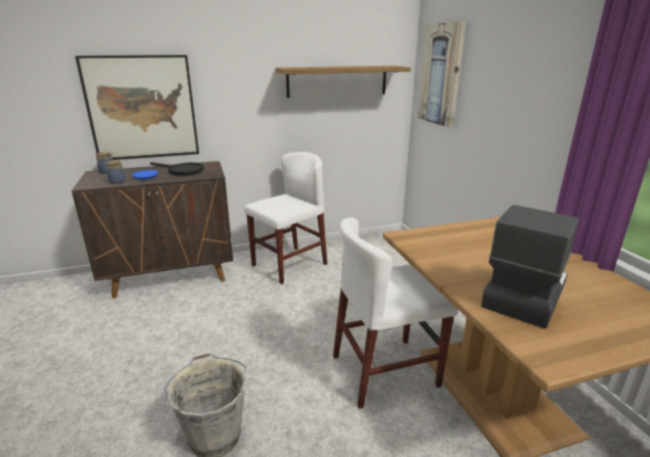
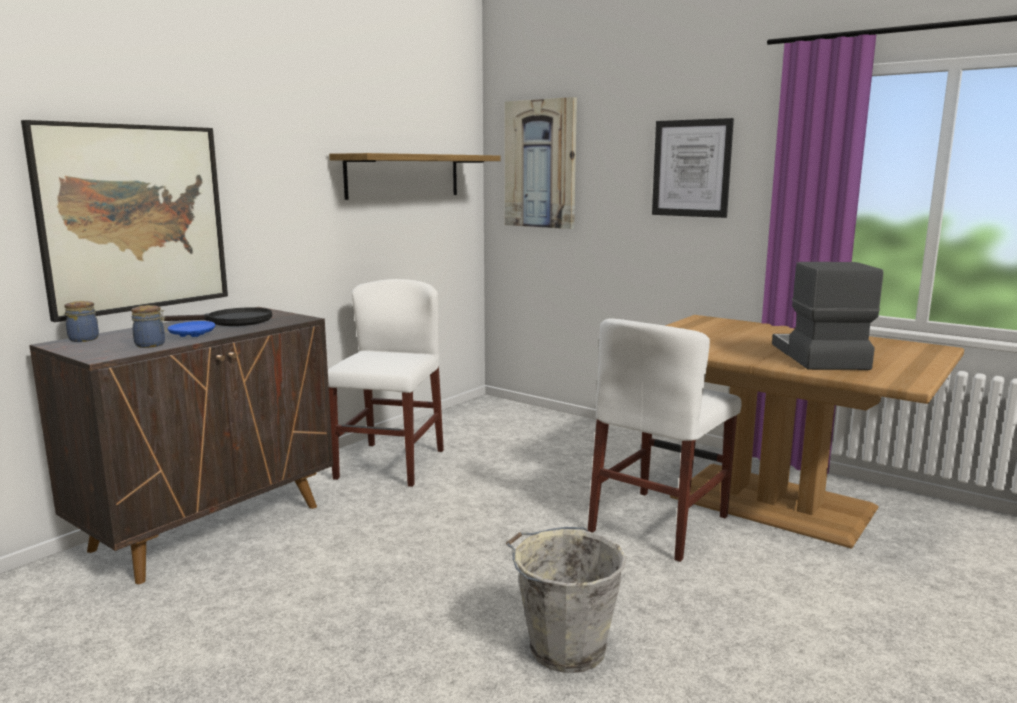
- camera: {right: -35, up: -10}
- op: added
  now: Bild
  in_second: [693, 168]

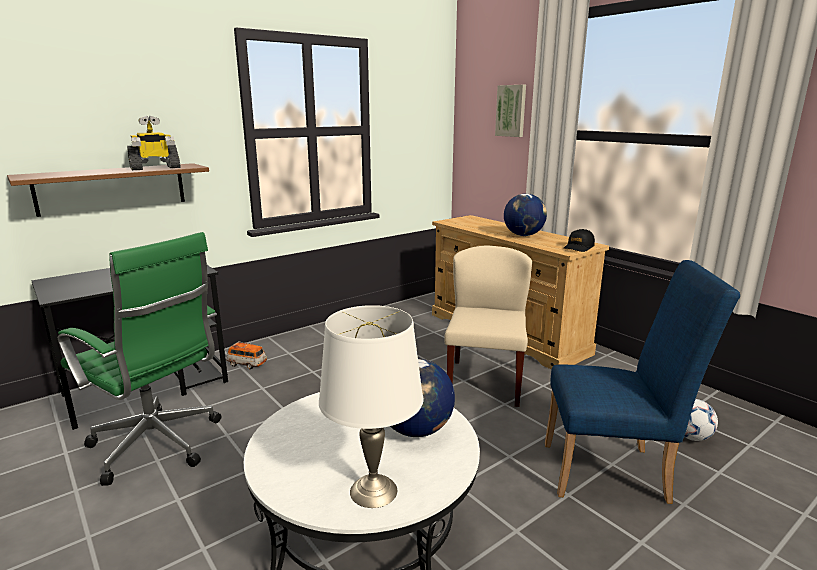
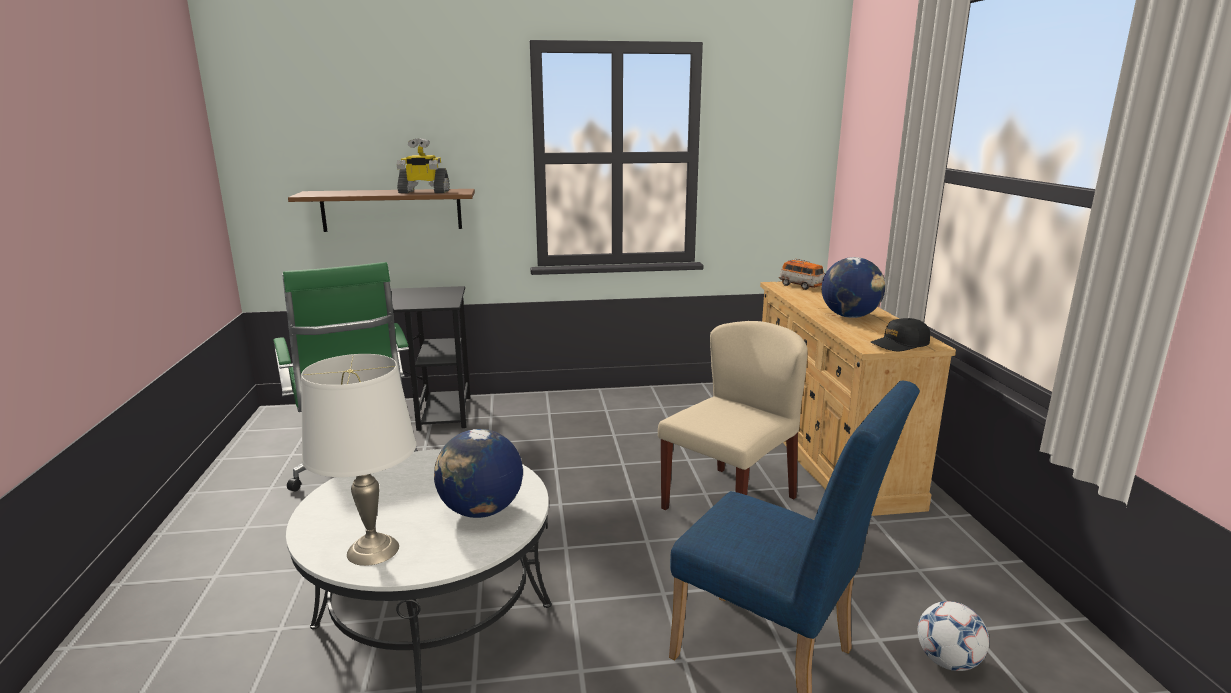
- camera: {right: 30, up: 0}
- op: removed
  was: Bild
  in_first: [510, 111]
- op: moved
  was: Spielzeugauto
  in_first: [247, 355]
  in_second: [802, 274]

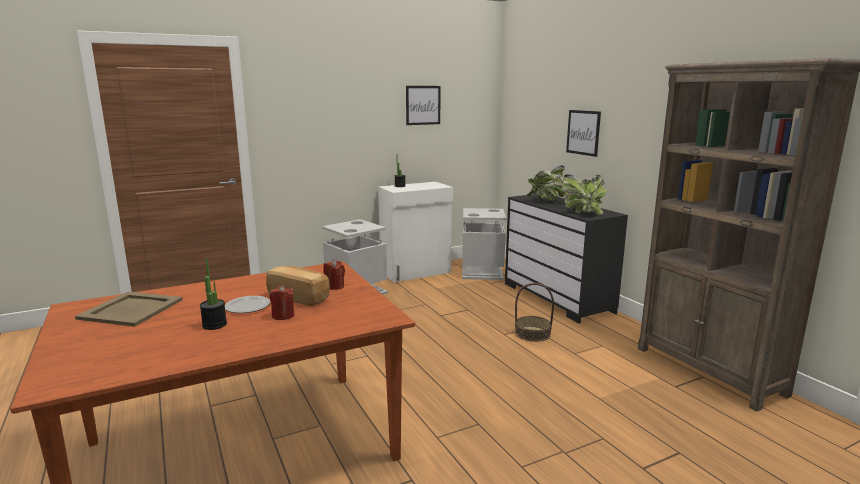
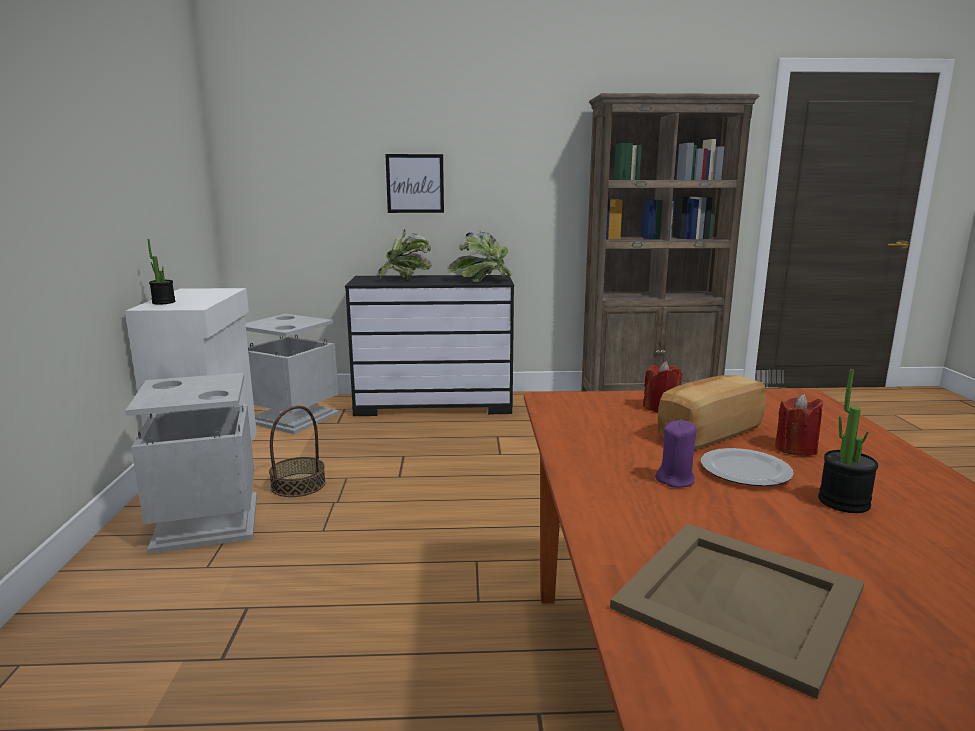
- camera: {right: -65, up: 0}
- op: removed
  was: Bild
  in_first: [423, 105]
- op: added
  now: Kerze/lila
  in_second: [676, 454]
- op: moved
  was: Korb
  in_first: [534, 312]
  in_second: [297, 451]

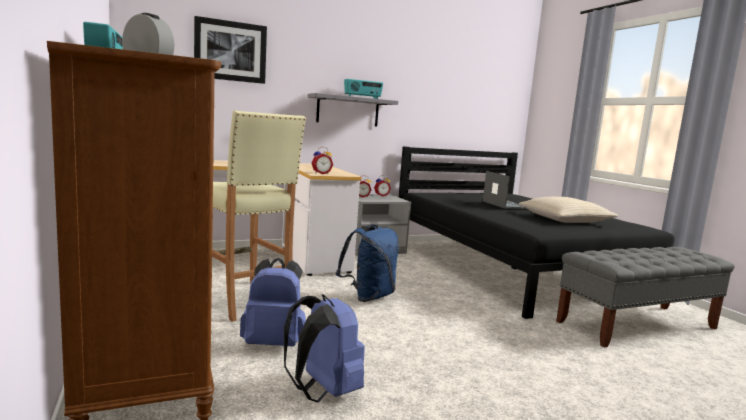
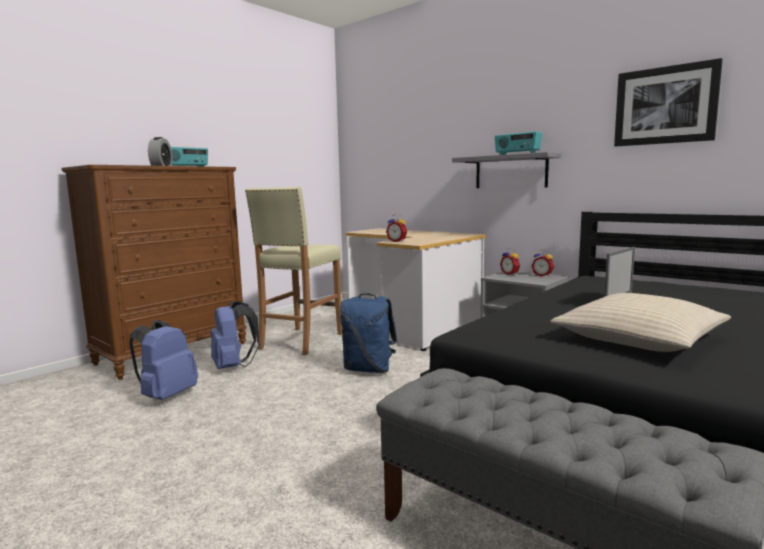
- camera: {right: 65, up: 0}
- op: moved
  was: Bild
  in_first: [230, 50]
  in_second: [668, 102]

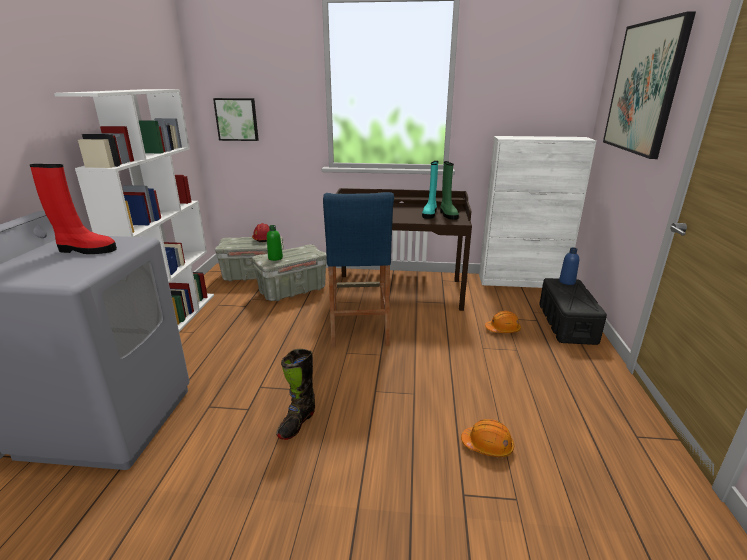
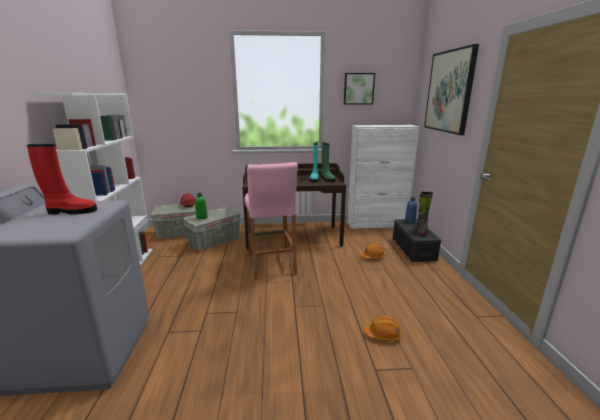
- camera: {right: -10, up: -5}
- op: moved
  was: Bild
  in_first: [236, 119]
  in_second: [359, 89]
- op: moved
  was: Stiefel/schwarz
  in_first: [295, 394]
  in_second: [425, 213]
- op: recoloured
  was: Hocker/blau
  now: Hocker/rosa
  in_first: [358, 269]
  in_second: [271, 220]

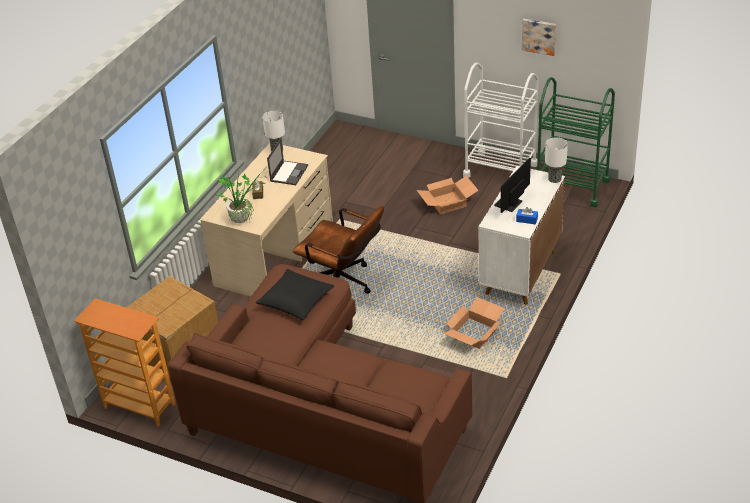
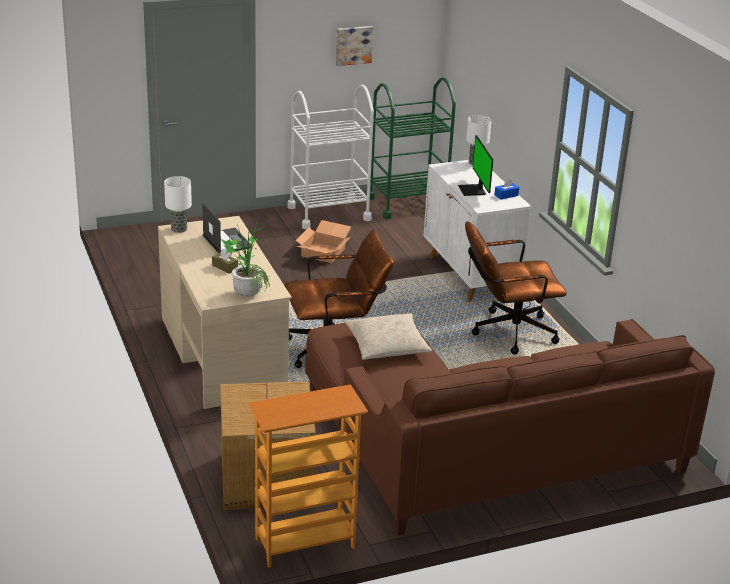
- camera: {right: -50, up: -10}
- op: replaced
  was: Karton
  now: Bürostuhl/braun
  in_first: [473, 323]
  in_second: [516, 288]
- op: recoloured
  was: Kissen/schwarz
  now: Kissen/beige
  in_first: [295, 295]
  in_second: [388, 337]

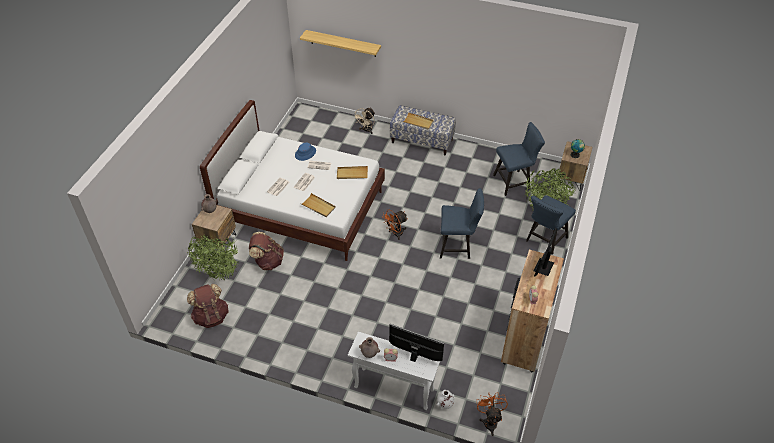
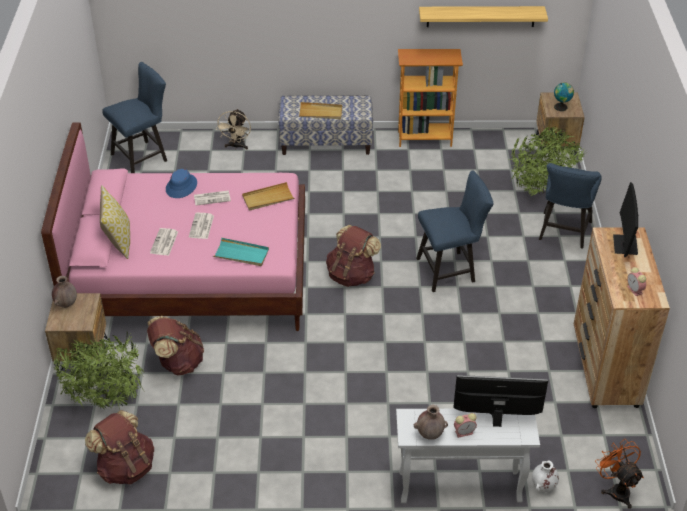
- camera: {right: -20, up: -5}
- op: added
  now: Kissen
  in_second: [115, 222]
- op: added
  now: Bücherregal
  in_second: [430, 98]
- op: moved
  was: Wandregal
  in_first: [340, 43]
  in_second: [483, 16]
- op: moved
  was: Stuhl/blau
  in_first: [519, 159]
  in_second: [134, 117]
- op: replaced
  was: Ventilator/orange
  now: Rucksack/braun
  in_first: [395, 224]
  in_second: [353, 256]
- op: recoloured
  was: Bett/weiß
  now: Bett/rosa
  in_first: [292, 180]
  in_second: [173, 226]
- op: recoloured
  was: Tablett/beige
  now: Tablett/türkis
  in_first: [318, 205]
  in_second: [241, 252]

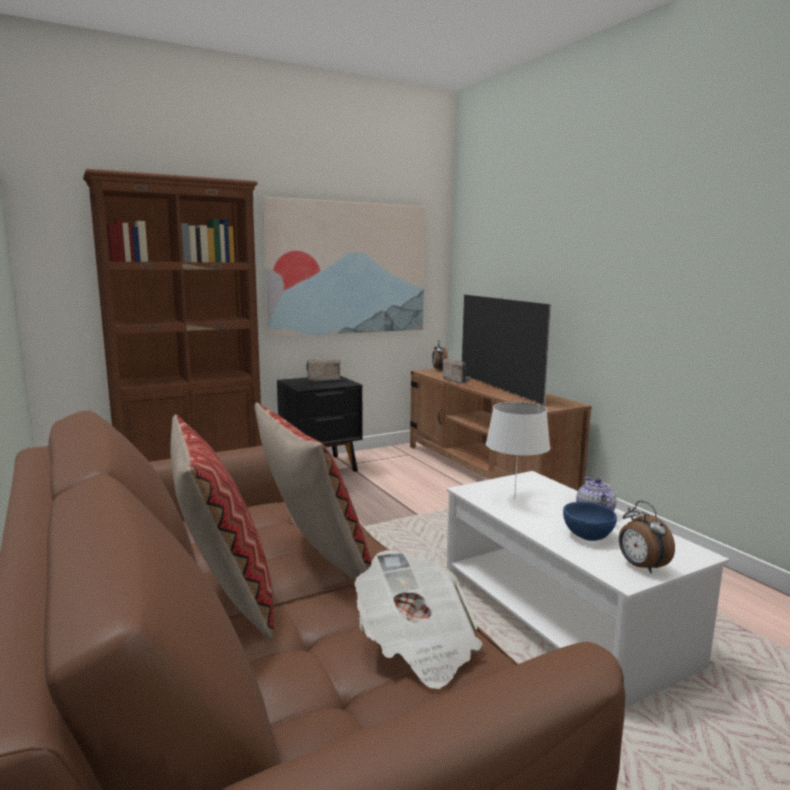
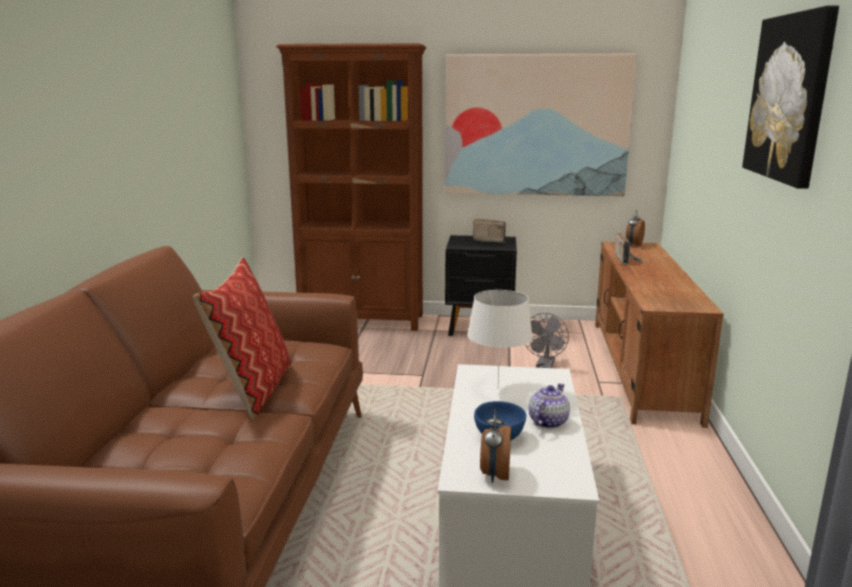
- camera: {right: 35, up: 5}
- op: removed
  was: Kissen
  in_first: [222, 527]
- op: removed
  was: Zeitung
  in_first: [419, 619]
- op: removed
  was: Fernseher
  in_first: [507, 349]
- op: added
  now: Ventilator/grau
  in_second: [547, 340]
- op: added
  now: Bild
  in_second: [790, 97]

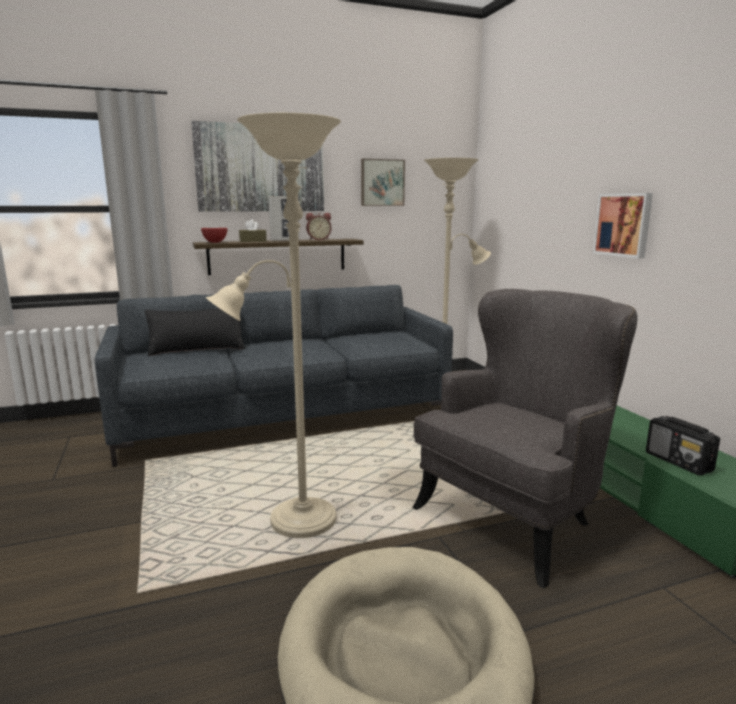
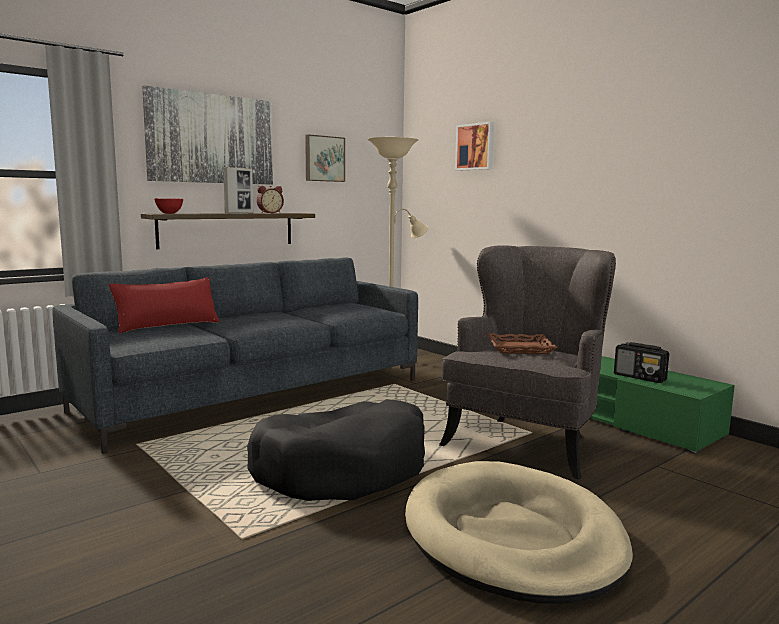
- camera: {right: -20, up: -5}
- op: removed
  was: Taschentuchbox/braun
  in_first: [253, 230]
- op: added
  now: Tablett/braun
  in_second: [522, 343]
- op: moved
  was: Bild
  in_first: [623, 225]
  in_second: [474, 146]
- op: replaced
  was: Stehlampe/beige
  now: Hundebett/schwarz
  in_first: [273, 325]
  in_second: [336, 450]
- op: recoloured
  was: Kissen/schwarz
  now: Kissen/rot
  in_first: [195, 332]
  in_second: [164, 305]

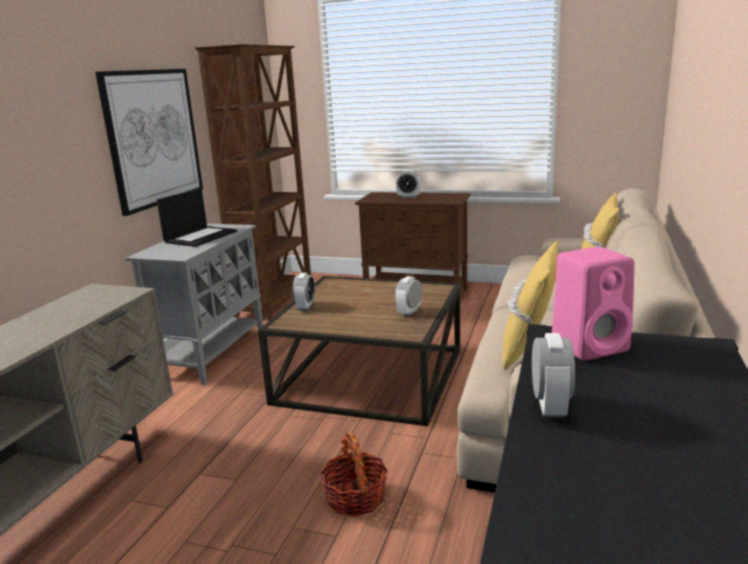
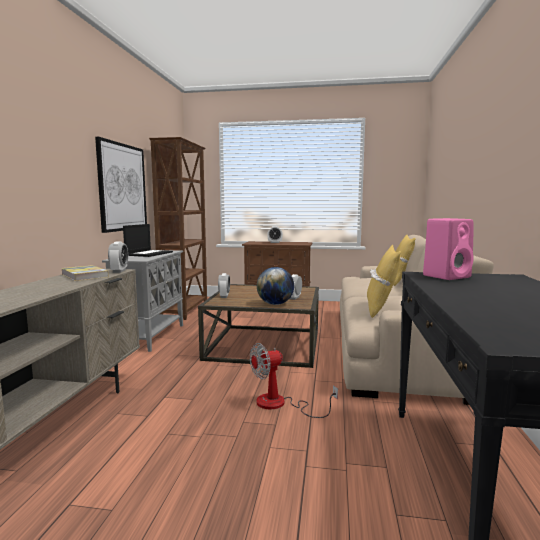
- camera: {right: -10, up: -10}
- op: added
  now: Buch
  in_second: [85, 273]
- op: added
  now: Globus
  in_second: [275, 286]
- op: moved
  was: Wecker
  in_first: [553, 375]
  in_second: [118, 257]
- op: replaced
  was: Korb
  now: Ventilator
  in_first: [354, 475]
  in_second: [294, 380]

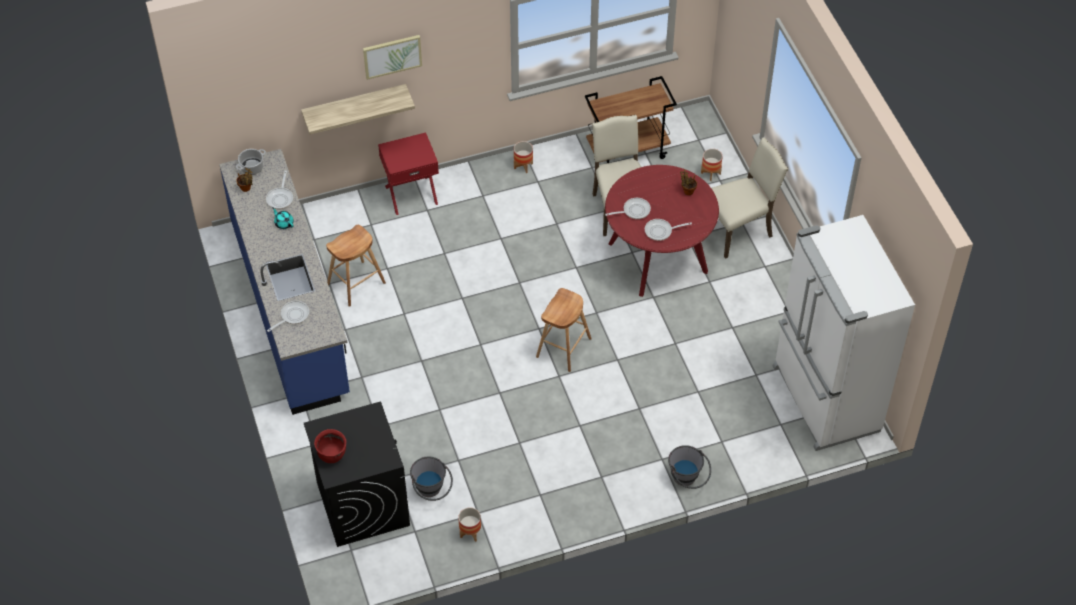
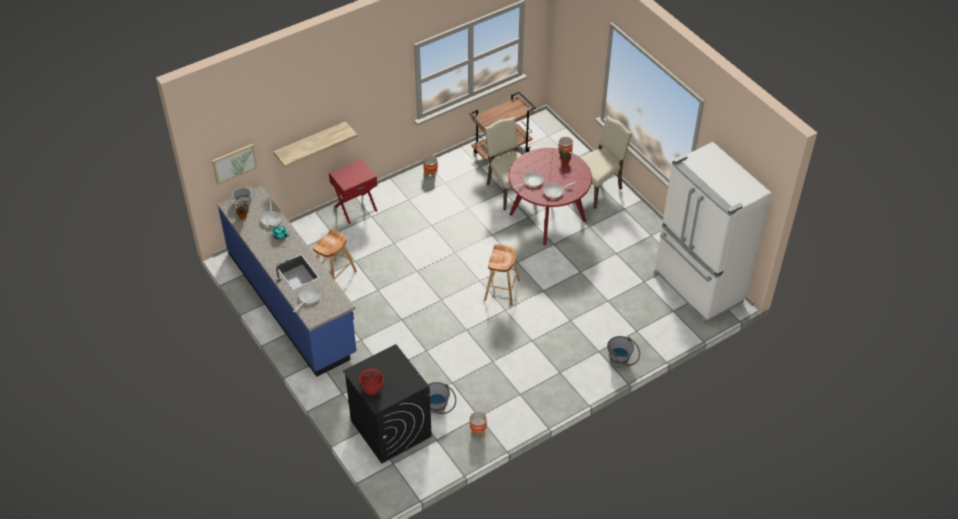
- camera: {right: -15, up: -5}
- op: moved
  was: Bild
  in_first: [392, 57]
  in_second: [234, 164]

